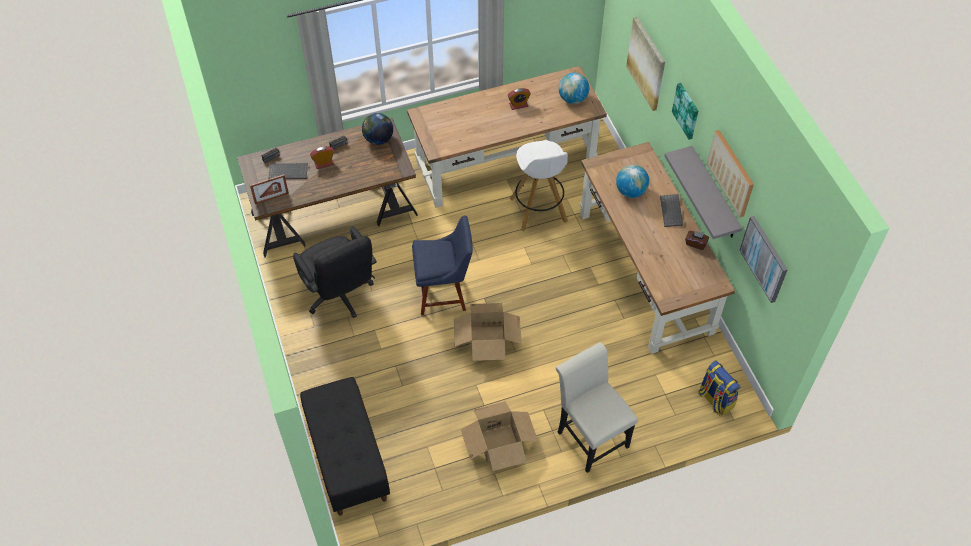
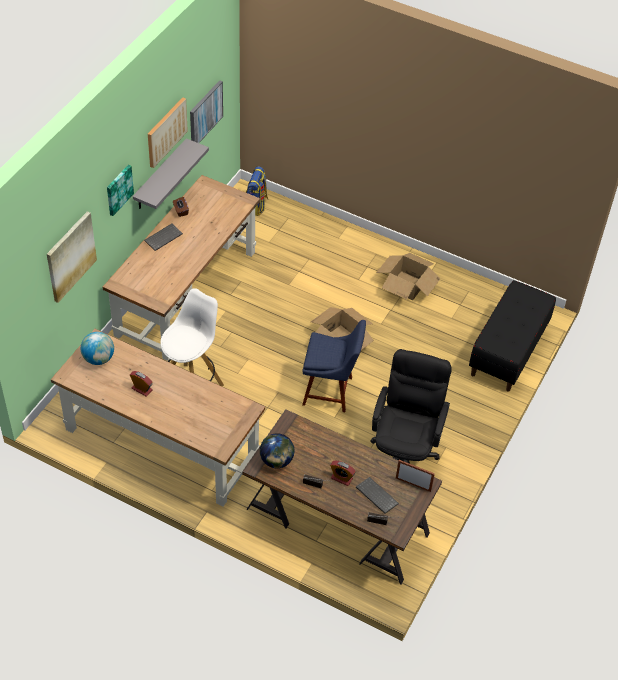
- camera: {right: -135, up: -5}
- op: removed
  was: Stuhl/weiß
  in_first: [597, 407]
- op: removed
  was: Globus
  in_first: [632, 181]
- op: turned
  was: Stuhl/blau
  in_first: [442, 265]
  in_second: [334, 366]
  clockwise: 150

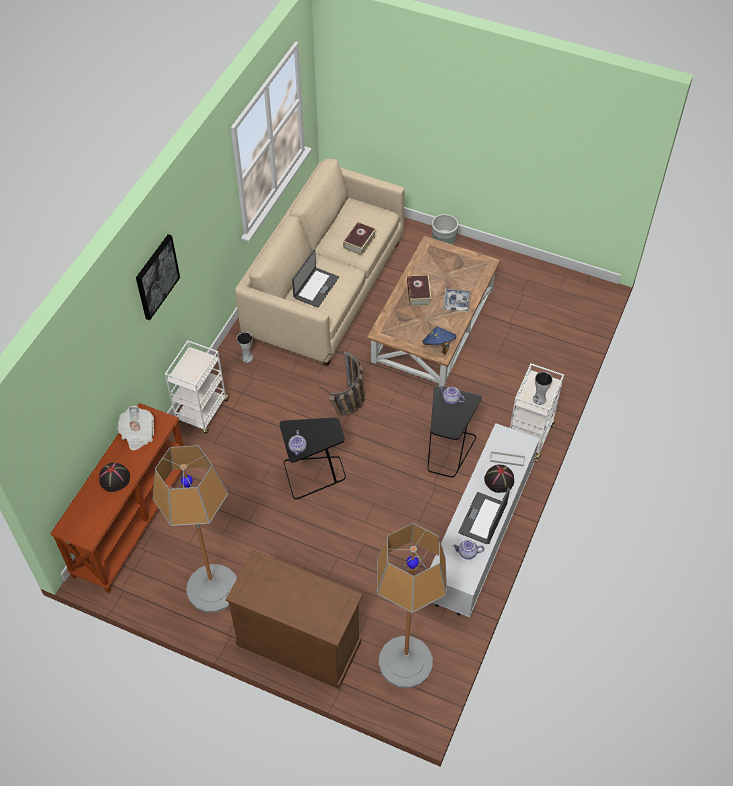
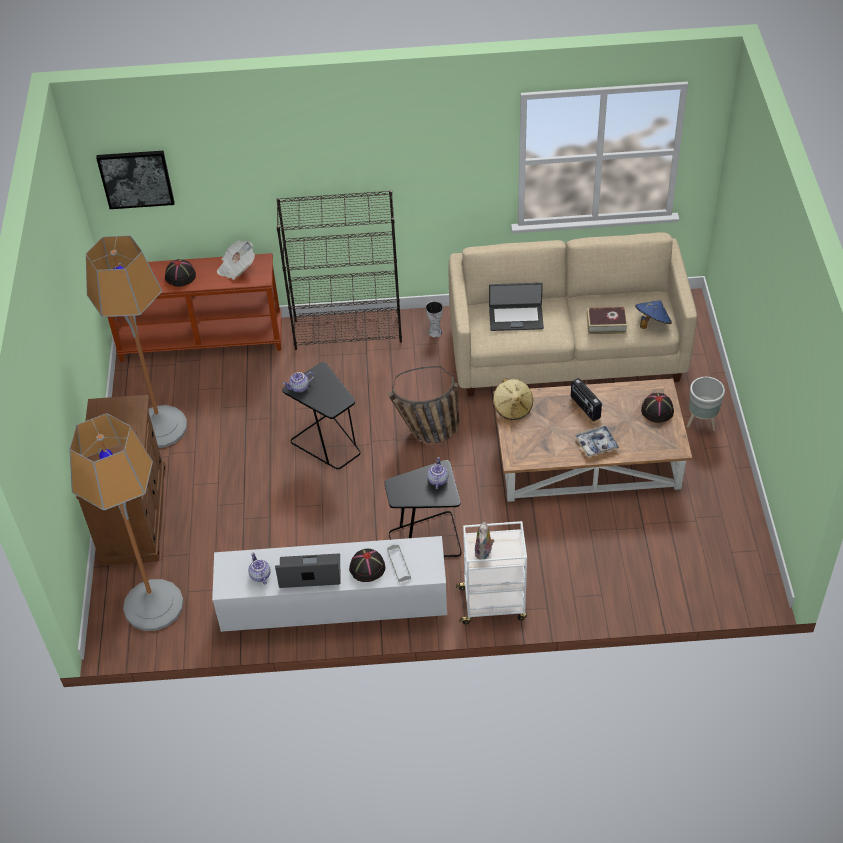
- camera: {right: 65, up: -5}
- op: added
  now: Hut/beige
  in_second: [513, 399]
- op: added
  now: Hut/schwarz
  in_second: [657, 408]
- op: moved
  was: Bild
  in_first: [158, 277]
  in_second: [135, 180]
- op: moved
  was: Hut/blau
  in_first: [439, 340]
  in_second: [653, 314]
- op: replaced
  was: Rollwagen/weiß
  now: Bücherregal/schwarz
  in_first: [197, 387]
  in_second: [339, 270]
- op: replaced
  was: Buch
  now: Radio
  in_first: [419, 290]
  in_second: [586, 399]
- op: replaced
  was: Vase
  now: Plüschtier
  in_first: [543, 388]
  in_second: [484, 540]

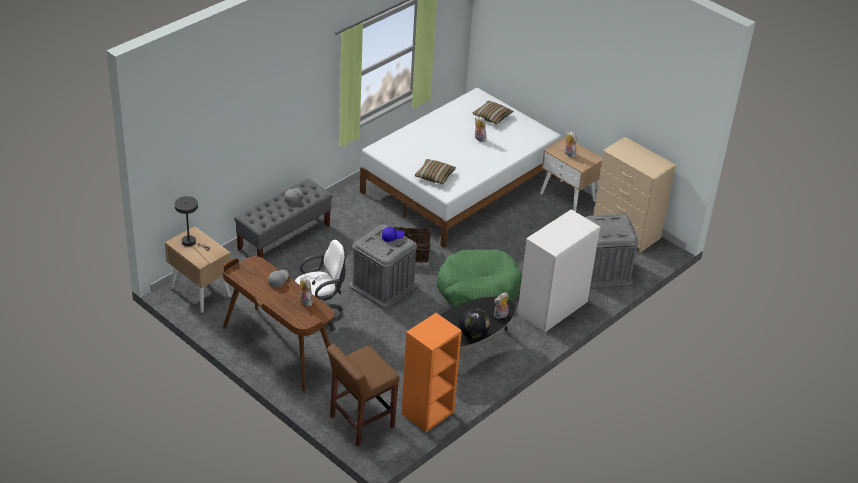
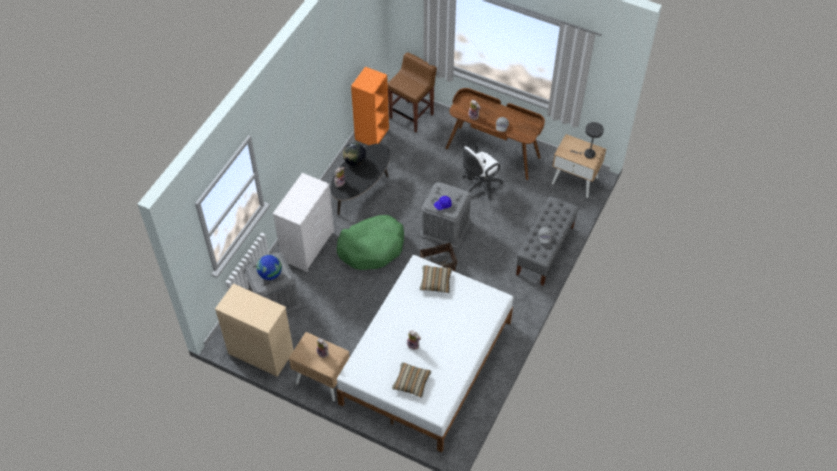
- camera: {right: 165, up: 15}
- op: added
  now: Globus
  in_second: [269, 267]

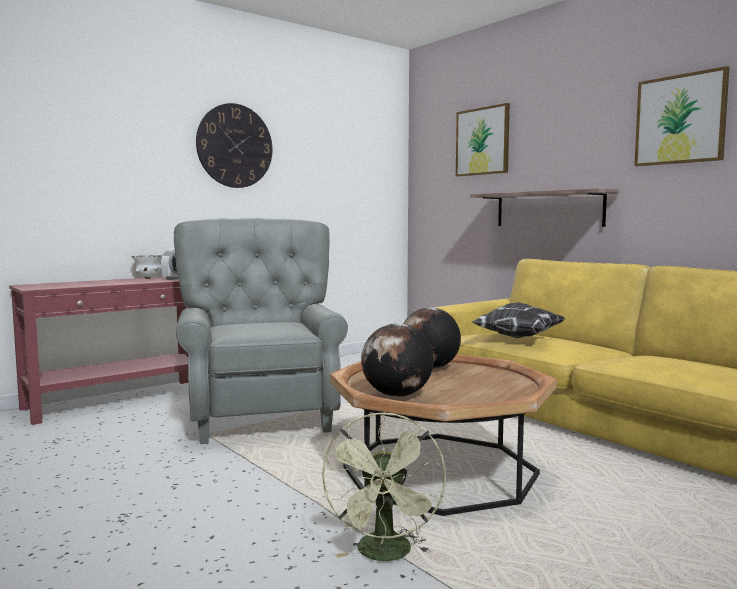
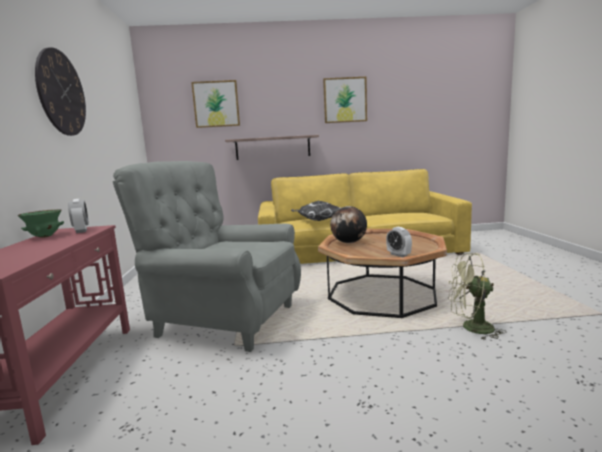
- camera: {right: -55, up: 5}
- op: replaced
  was: Globus
  now: Wecker
  in_first: [397, 360]
  in_second: [399, 242]
- op: recoloured
  was: Schüssel/weiß
  now: Schüssel/grün
  in_first: [147, 267]
  in_second: [41, 223]
- op: turned
  was: Ventilator/grün
  in_first: [384, 486]
  in_second: [477, 296]
  clockwise: 150

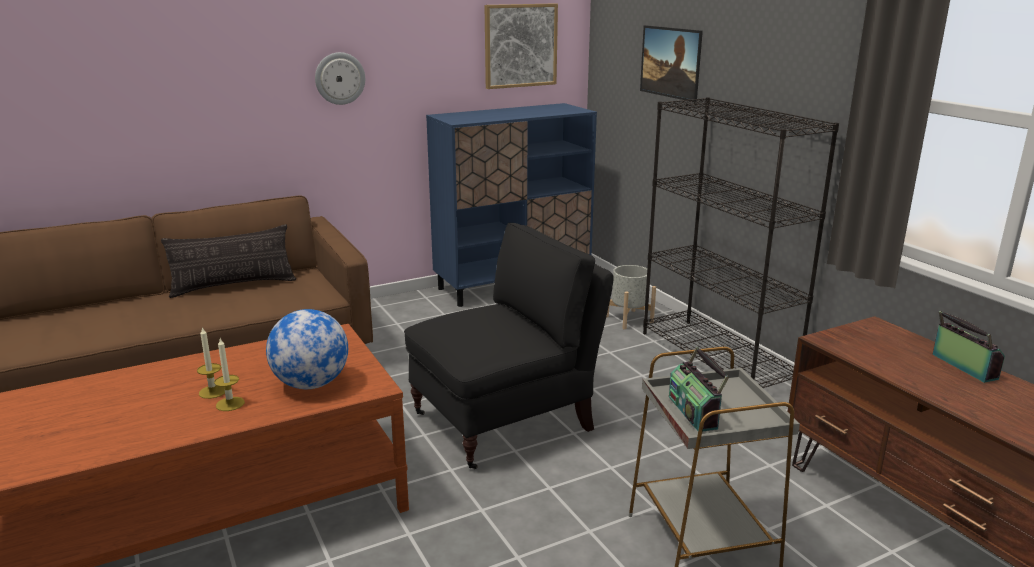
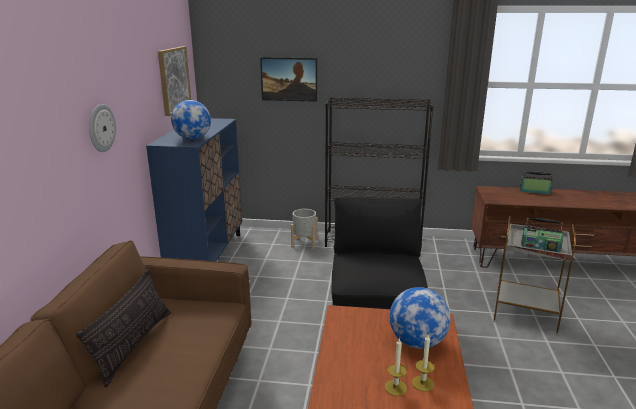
- camera: {right: -55, up: 0}
- op: added
  now: Globus
  in_second: [191, 119]

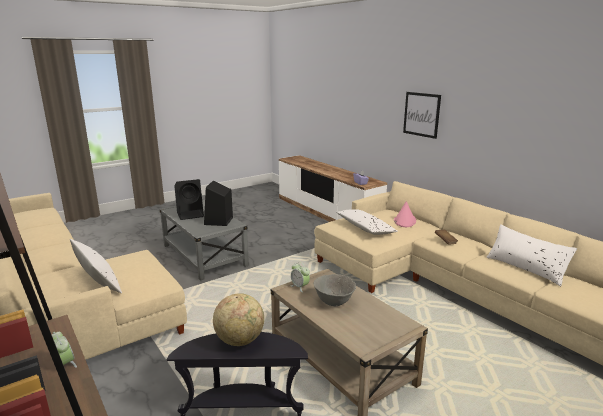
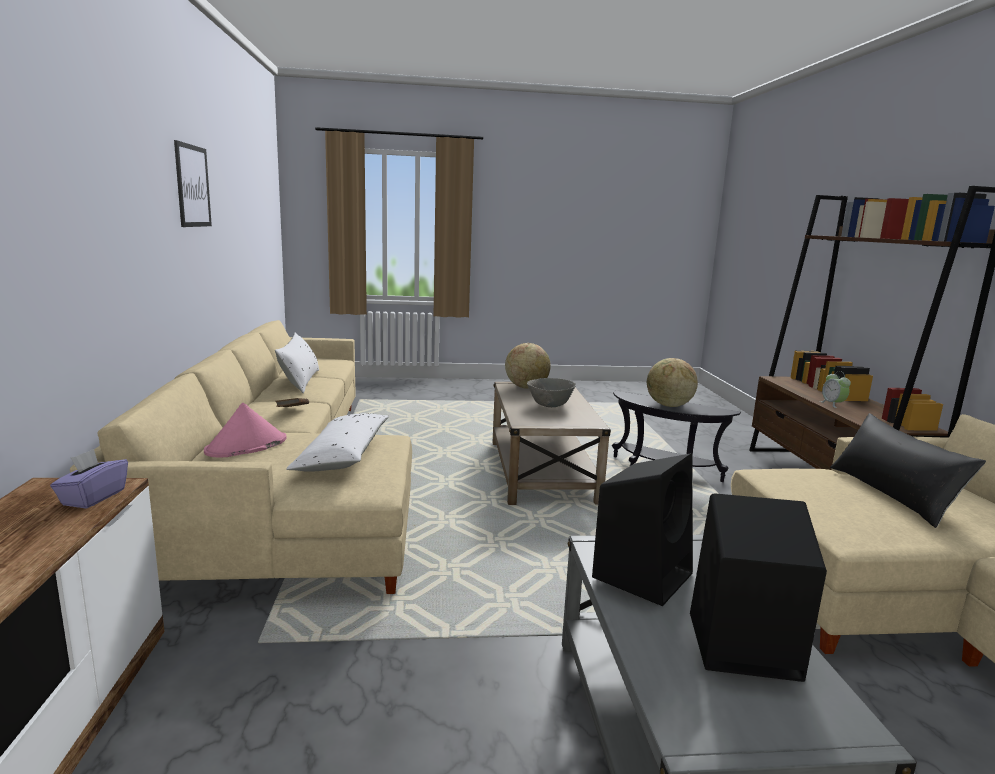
- camera: {right: -150, up: -5}
- op: removed
  was: Wecker
  in_first: [300, 277]
- op: added
  now: Globus
  in_second: [528, 366]
- op: moved
  was: Bild
  in_first: [422, 115]
  in_second: [193, 183]
- op: recoloured
  was: Kissen/weiß
  now: Kissen/schwarz
  in_first: [96, 266]
  in_second: [908, 470]

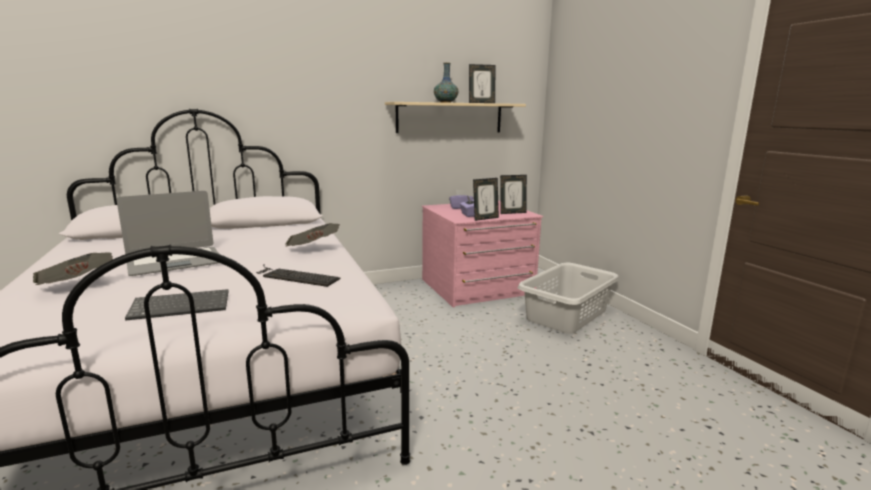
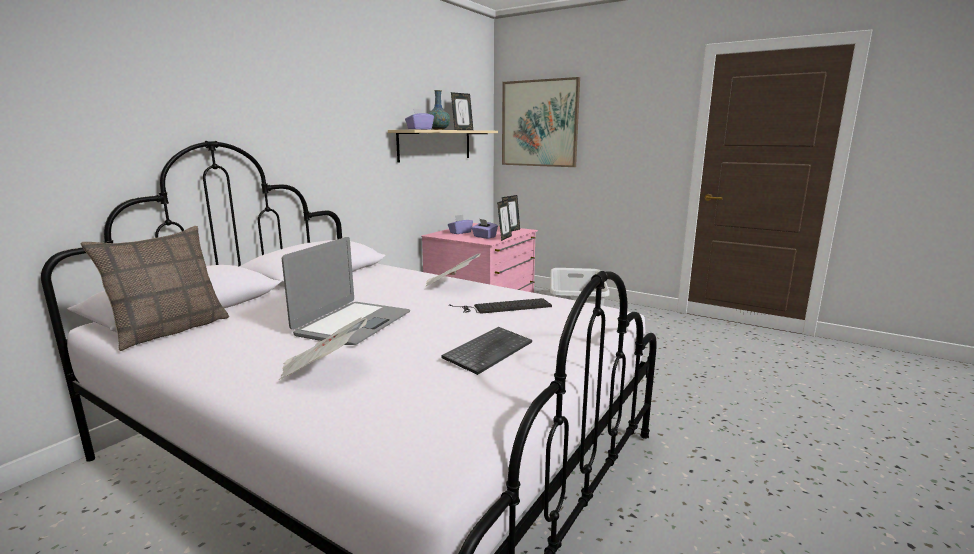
- camera: {right: -35, up: 0}
- op: added
  now: Kissen
  in_second: [154, 288]
- op: added
  now: Taschentuchbox/lila
  in_second: [419, 119]
- op: added
  now: Bild
  in_second: [541, 122]

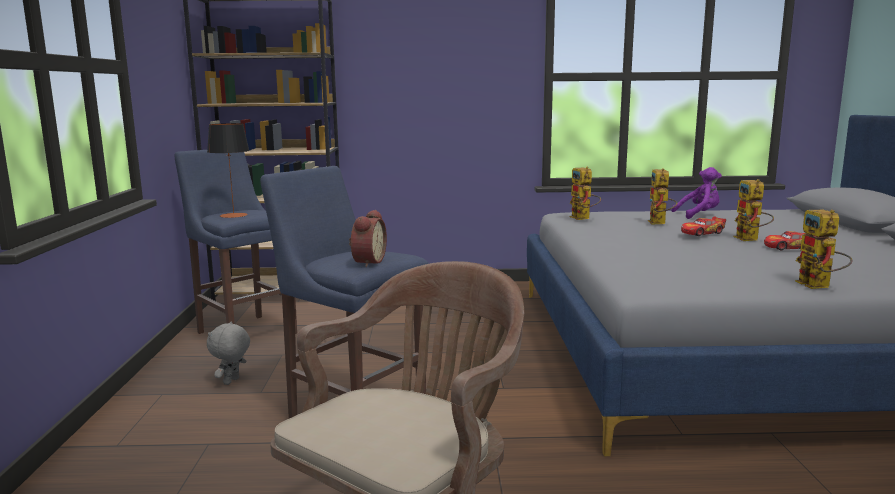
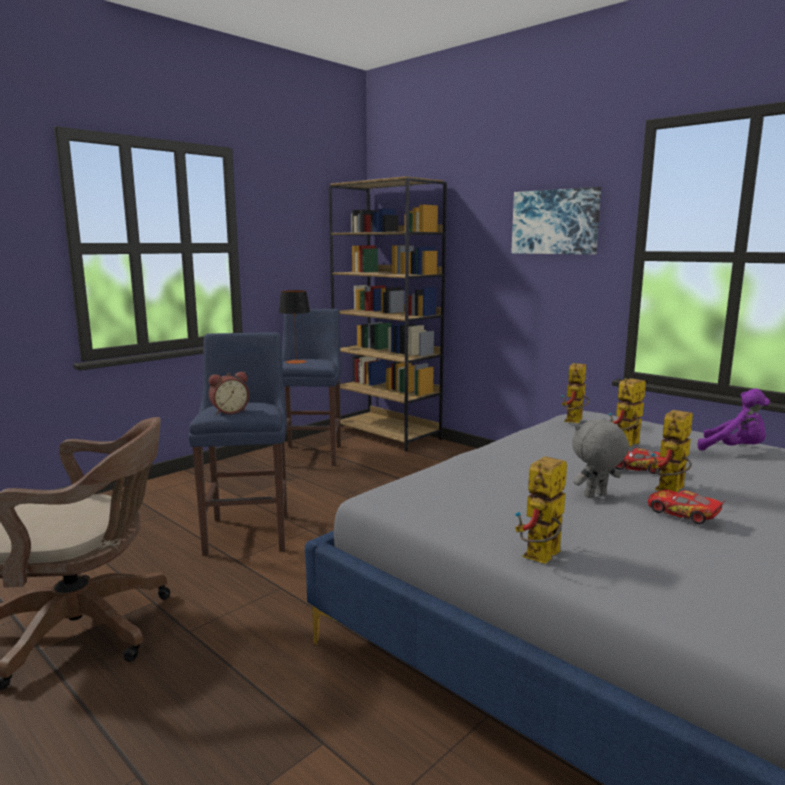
- camera: {right: 45, up: 0}
- op: added
  now: Bild
  in_second: [556, 221]
- op: moved
  was: Plüschtier/grau
  in_first: [228, 353]
  in_second: [600, 458]

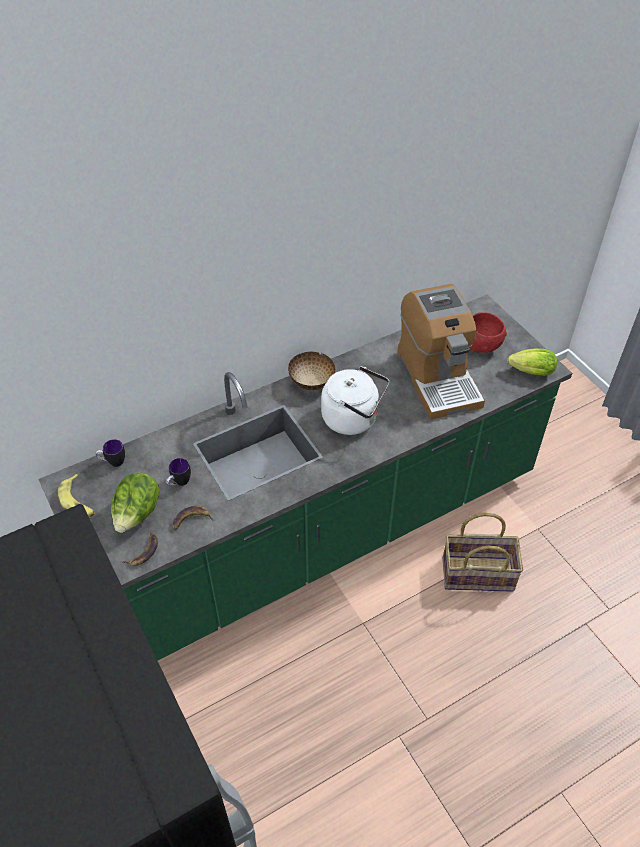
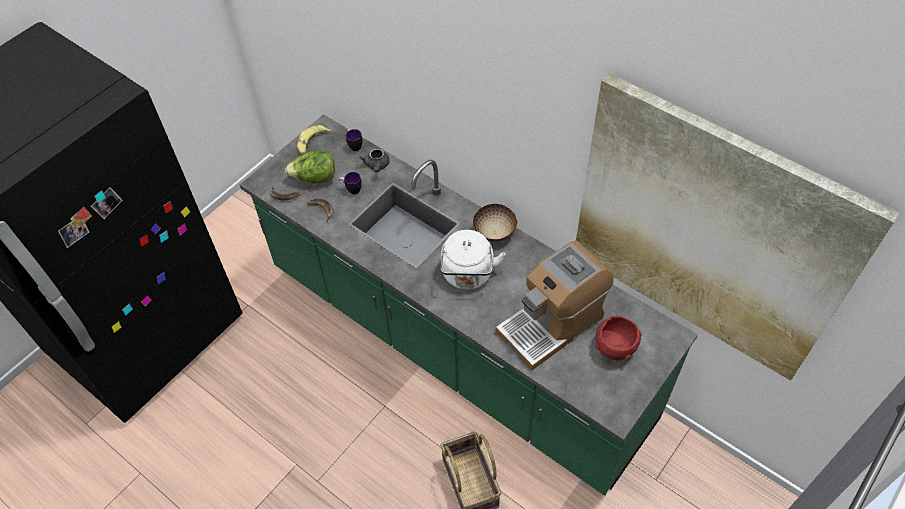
- camera: {right: 70, up: 5}
- op: removed
  was: Salatkopf
  in_first: [532, 362]
- op: added
  now: Teekanne/grau
  in_second: [374, 160]
- op: added
  now: Bild
  in_second: [737, 227]

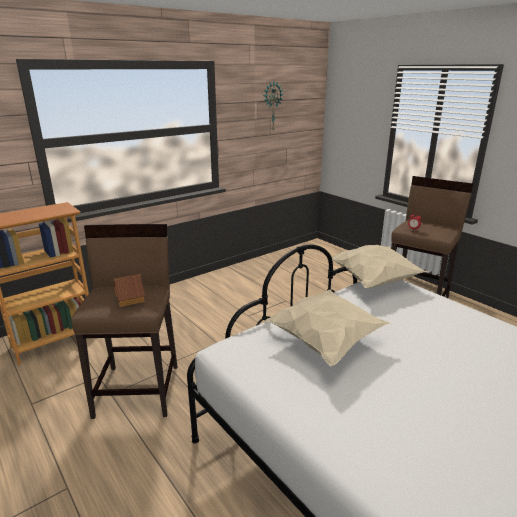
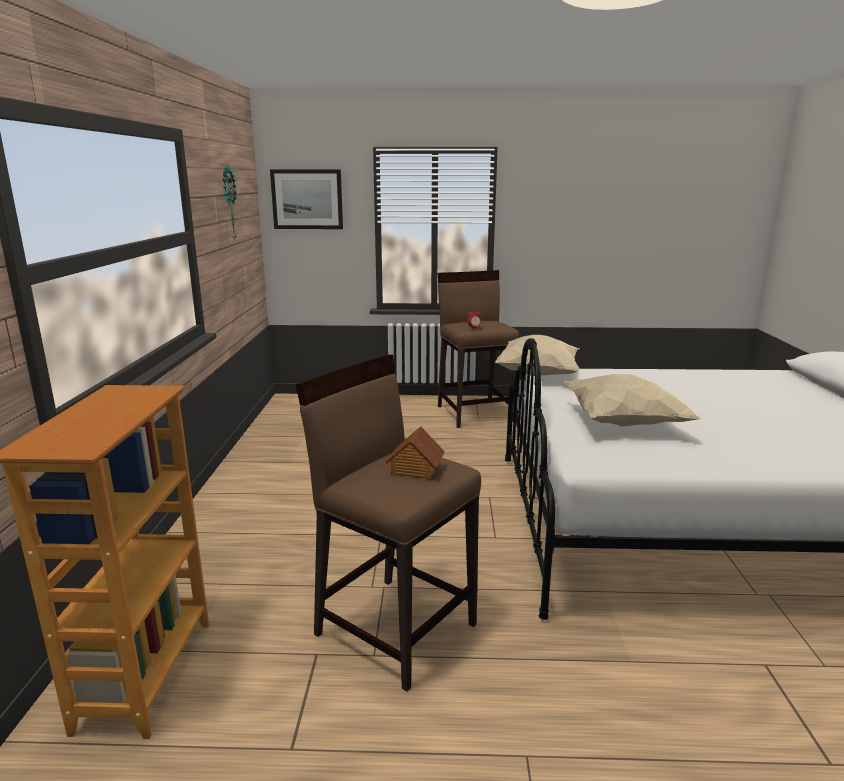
- camera: {right: -50, up: -5}
- op: added
  now: Bild
  in_second: [306, 199]

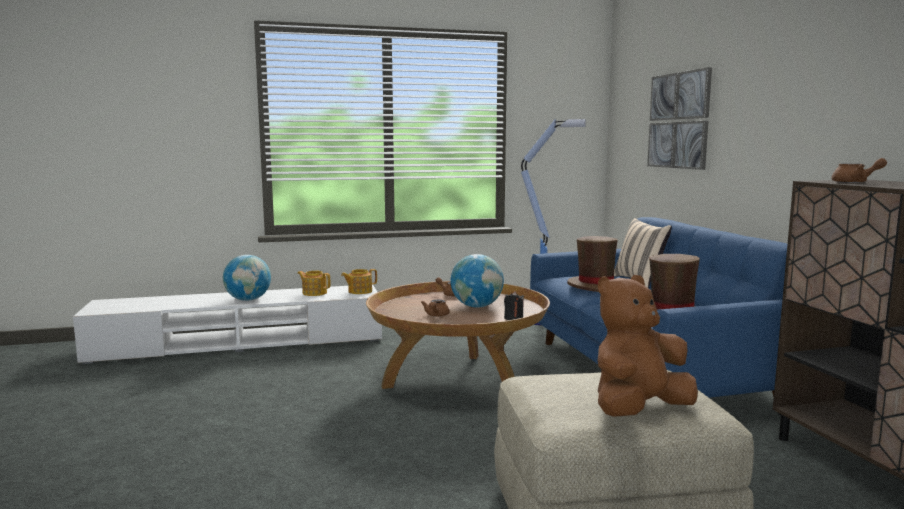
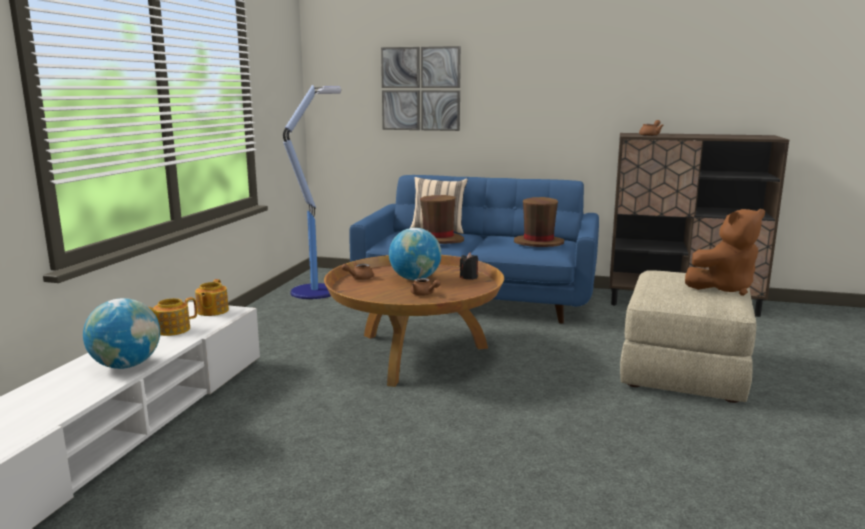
- camera: {right: -60, up: 5}
- op: turned
  was: Plüschtier/braun
  in_first: [648, 346]
  in_second: [725, 252]
  clockwise: -105

